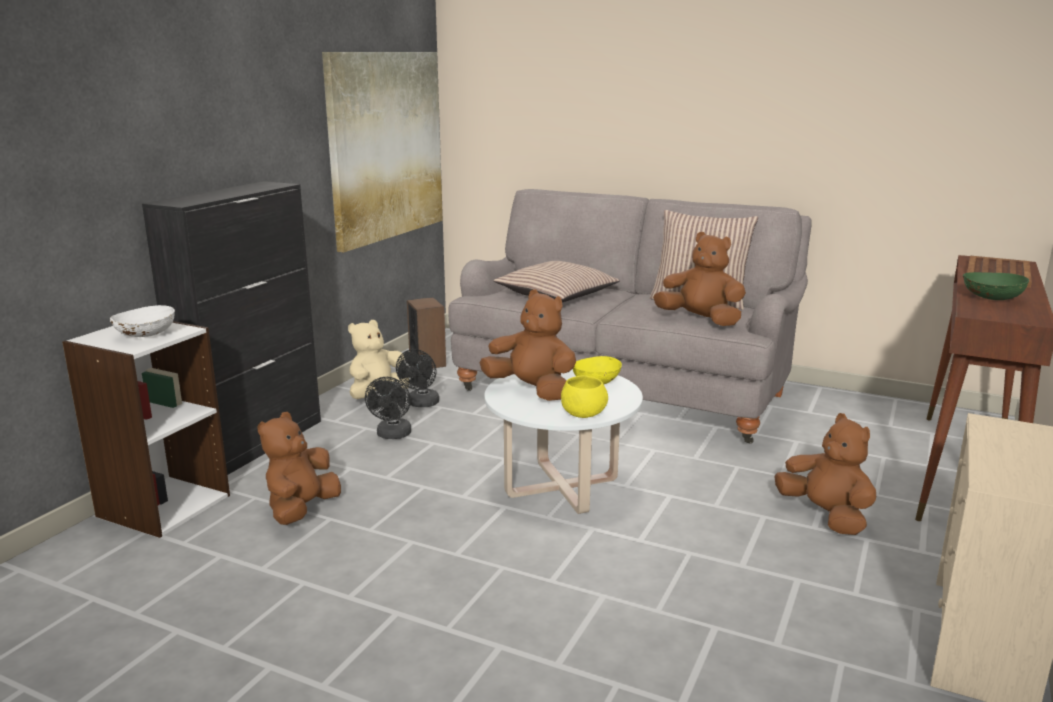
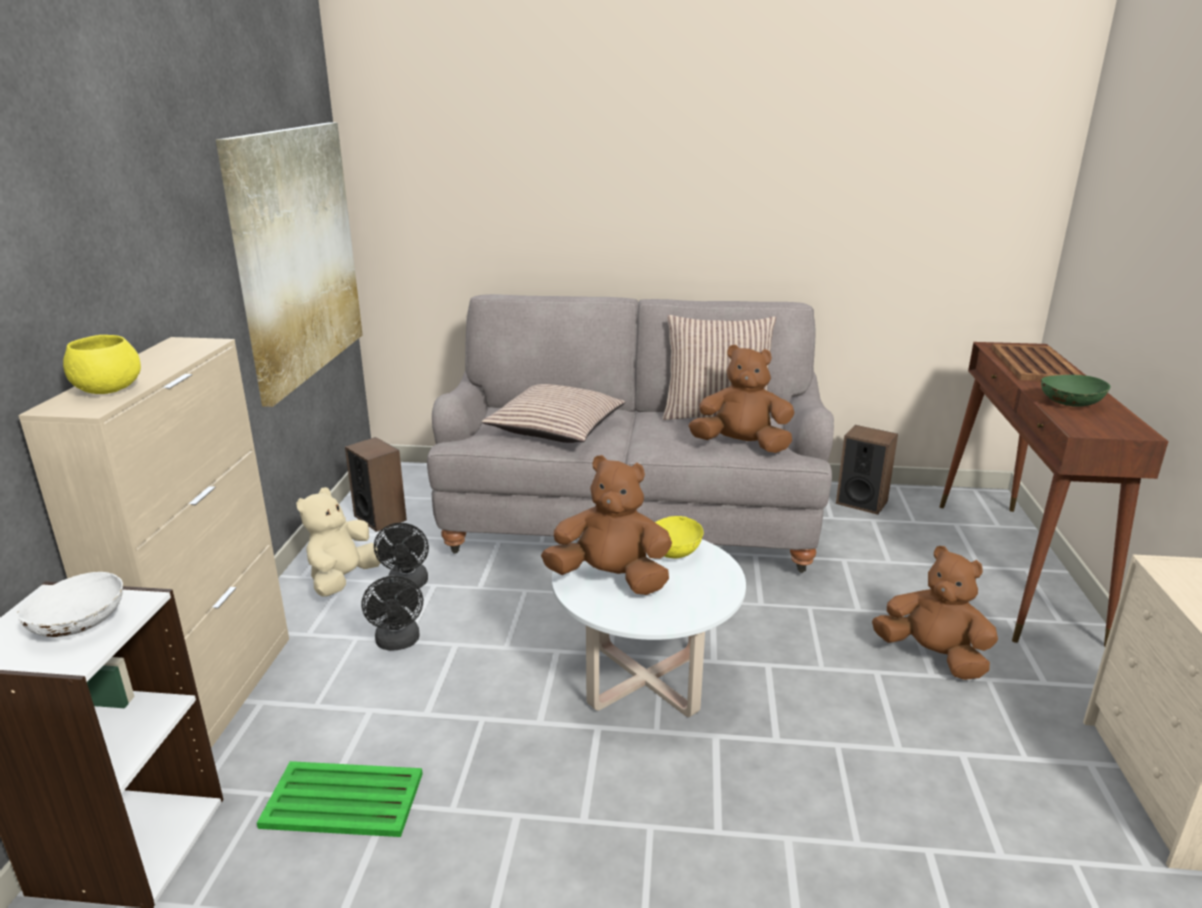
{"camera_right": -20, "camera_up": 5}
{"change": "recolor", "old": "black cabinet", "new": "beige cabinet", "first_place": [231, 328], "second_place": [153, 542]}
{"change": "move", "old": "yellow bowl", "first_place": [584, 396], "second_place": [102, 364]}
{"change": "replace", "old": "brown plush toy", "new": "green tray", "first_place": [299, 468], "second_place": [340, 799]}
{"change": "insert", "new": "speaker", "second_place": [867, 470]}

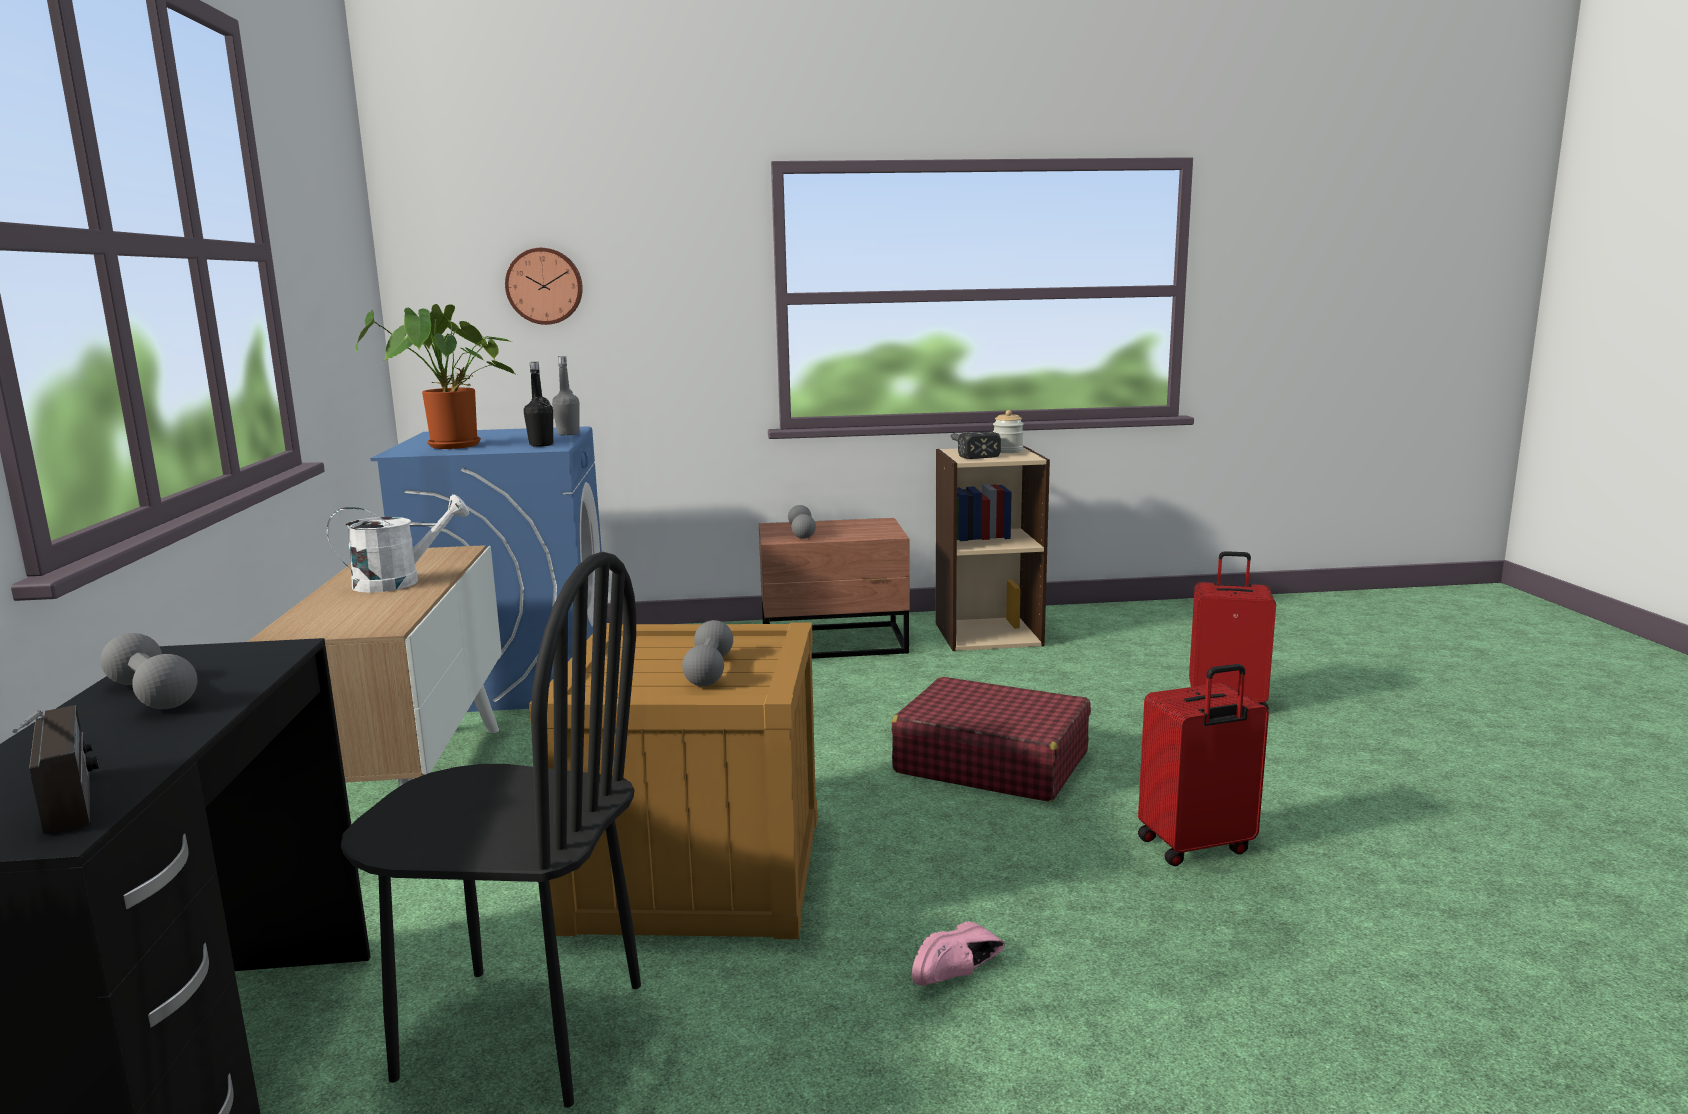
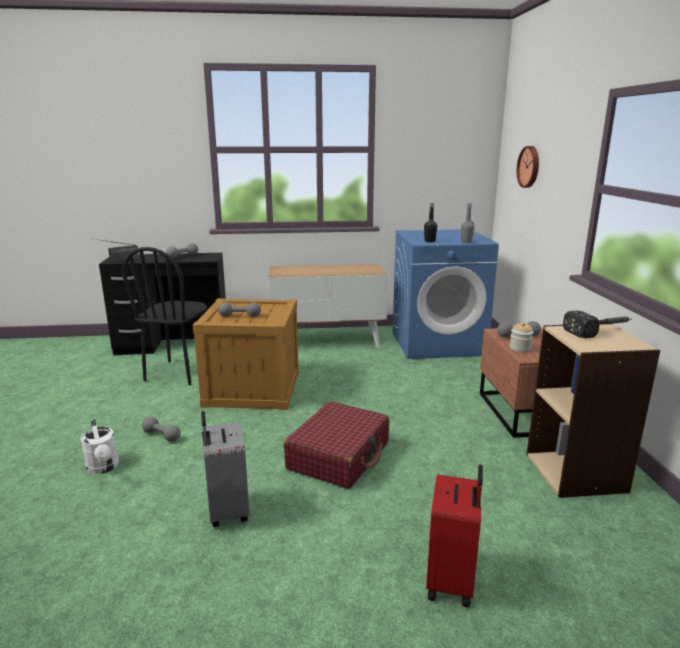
{"camera_right": 90, "camera_up": 5}
{"change": "delete", "old": "potted plant", "first_place": [436, 376]}
{"change": "move", "old": "jar", "first_place": [1008, 431], "second_place": [521, 337]}
{"change": "move", "old": "white watering can", "first_place": [398, 544], "second_place": [99, 446]}
{"change": "recolor", "old": "red suitcase", "new": "grey suitcase", "first_place": [1203, 765], "second_place": [225, 469]}
{"change": "replace", "old": "pink shoe", "new": "grey dumbbell", "first_place": [958, 953], "second_place": [161, 429]}

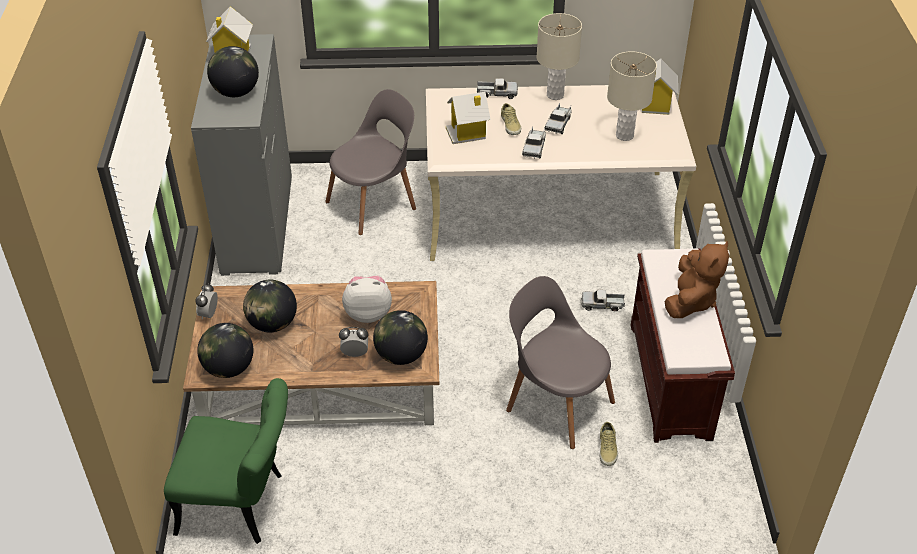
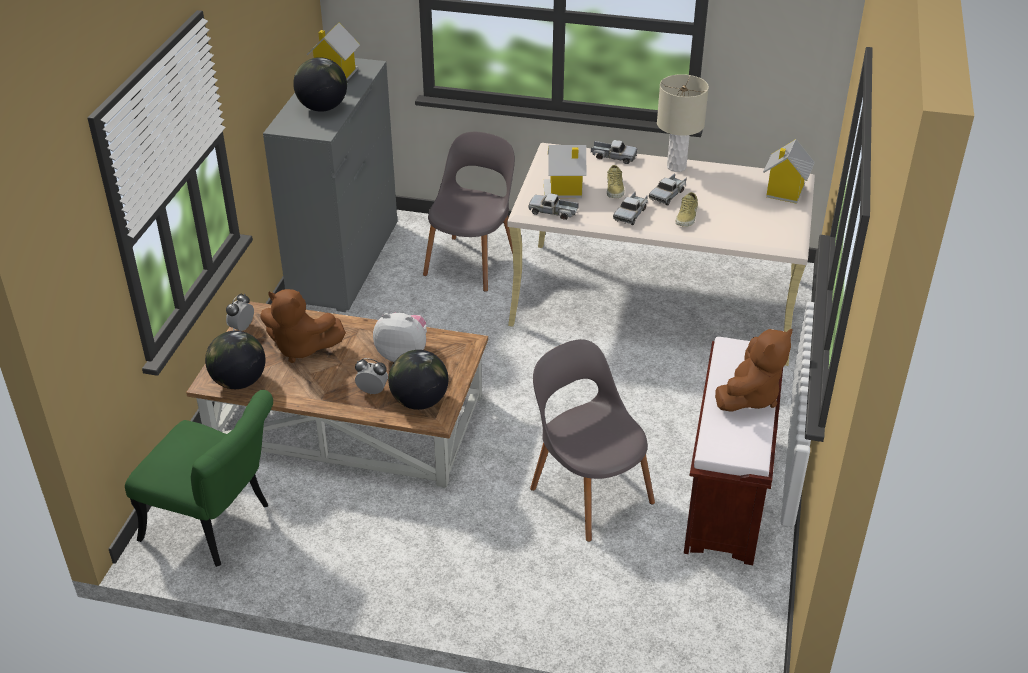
{"camera_right": 15, "camera_up": -5}
{"change": "delete", "old": "beige table lamp", "first_place": [632, 96]}
{"change": "rotate", "old": "grey chair", "first_place": [370, 162], "second_place": [469, 212], "degrees": -45}
{"change": "replace", "old": "globe", "new": "brown plush toy", "first_place": [270, 306], "second_place": [303, 326]}
{"change": "move", "old": "toy truck", "first_place": [603, 300], "second_place": [553, 206]}
{"change": "move", "old": "beige shoe", "first_place": [609, 444], "second_place": [687, 209]}

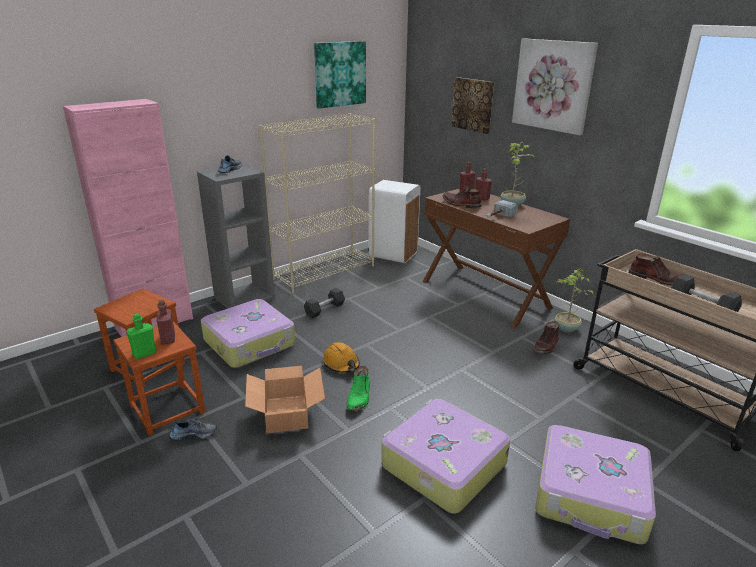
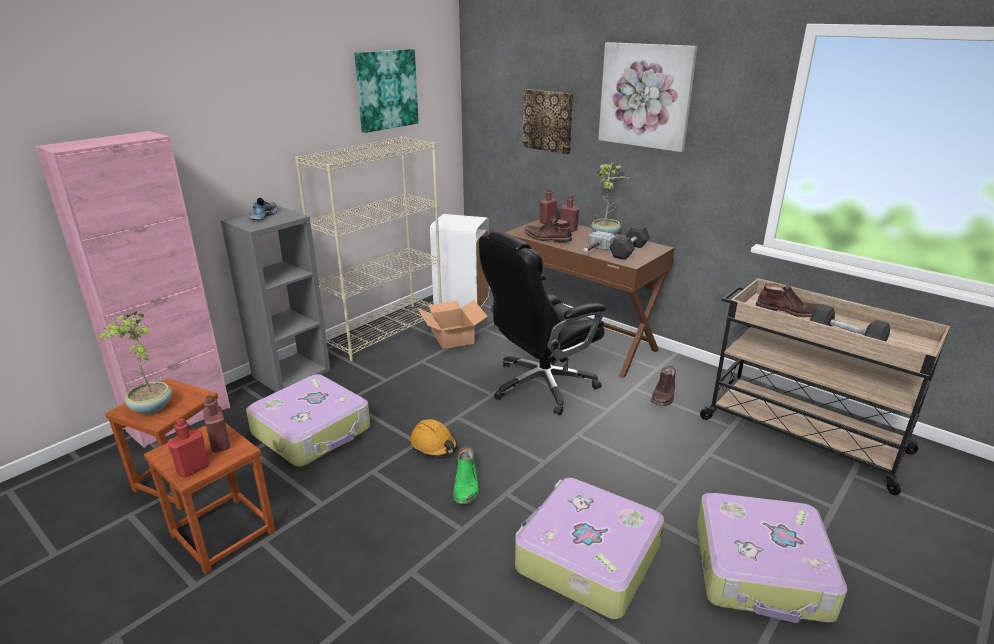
{"camera_right": -10, "camera_up": 0}
{"change": "move", "old": "potted plant", "first_place": [573, 300], "second_place": [135, 363]}
{"change": "move", "old": "grey dumbbell", "first_place": [324, 303], "second_place": [629, 242]}
{"change": "recolor", "old": "green bottle", "new": "red bottle", "first_place": [141, 336], "second_place": [188, 448]}
{"change": "move", "old": "cardboard box", "first_place": [285, 399], "second_place": [452, 324]}
{"change": "delete", "old": "shoe", "first_place": [193, 429]}
{"change": "insert", "new": "black office chair", "second_place": [542, 323]}

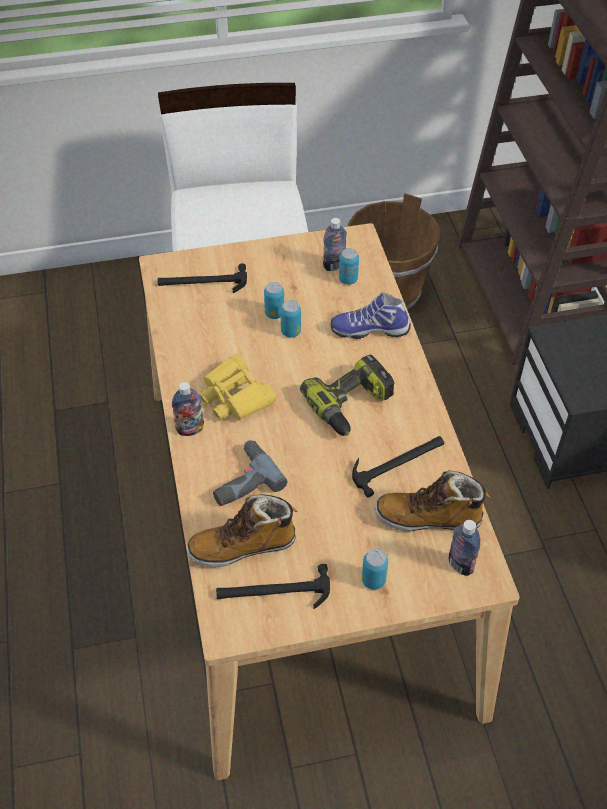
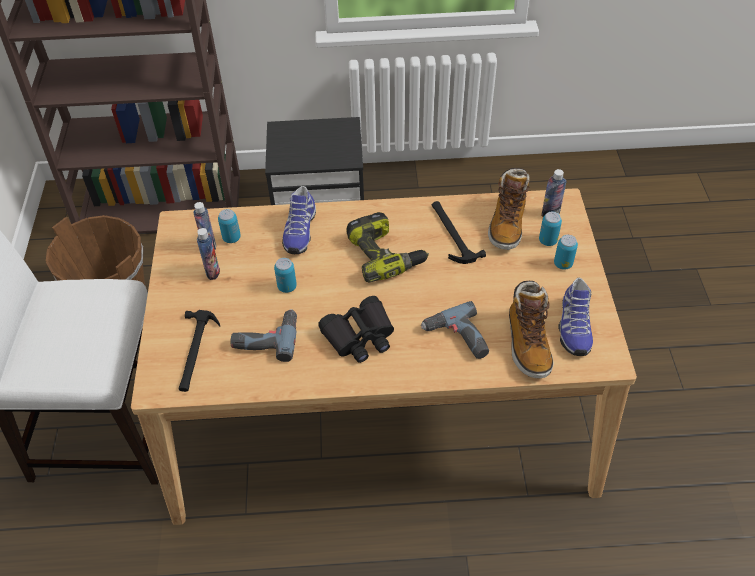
{"camera_right": -80, "camera_up": 0}
{"change": "move", "old": "can", "first_place": [274, 300], "second_place": [550, 229]}
{"change": "recolor", "old": "yellow binoculars", "new": "black binoculars", "first_place": [237, 387], "second_place": [356, 329]}
{"change": "move", "old": "bottle", "first_place": [188, 409], "second_place": [208, 254]}
{"change": "replace", "old": "hammer", "new": "shoe", "first_place": [273, 586], "second_place": [575, 317]}
{"change": "insert", "new": "power drill", "second_place": [264, 335]}

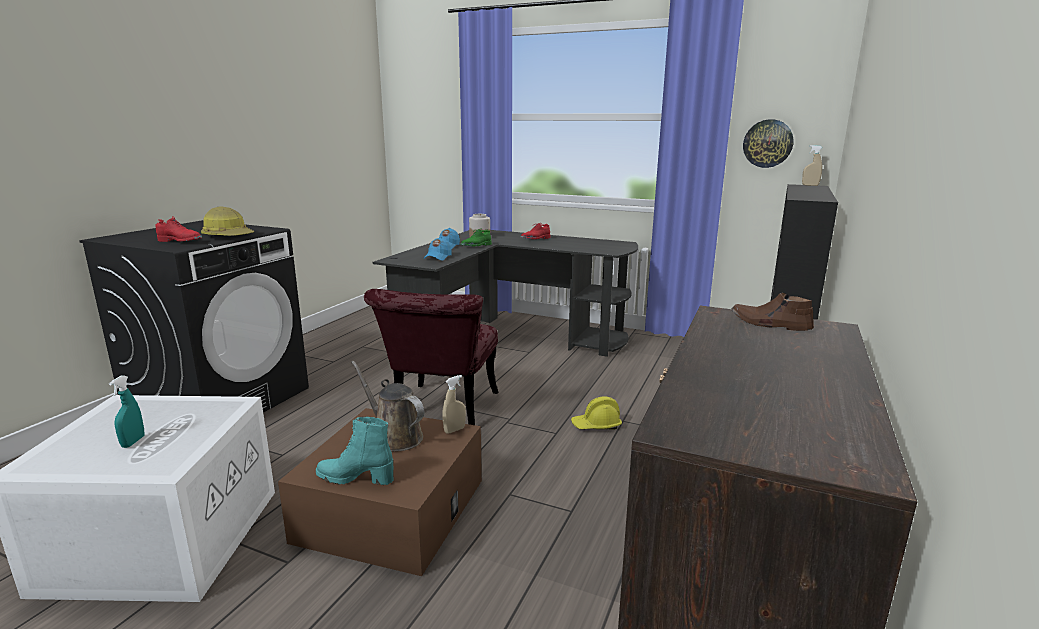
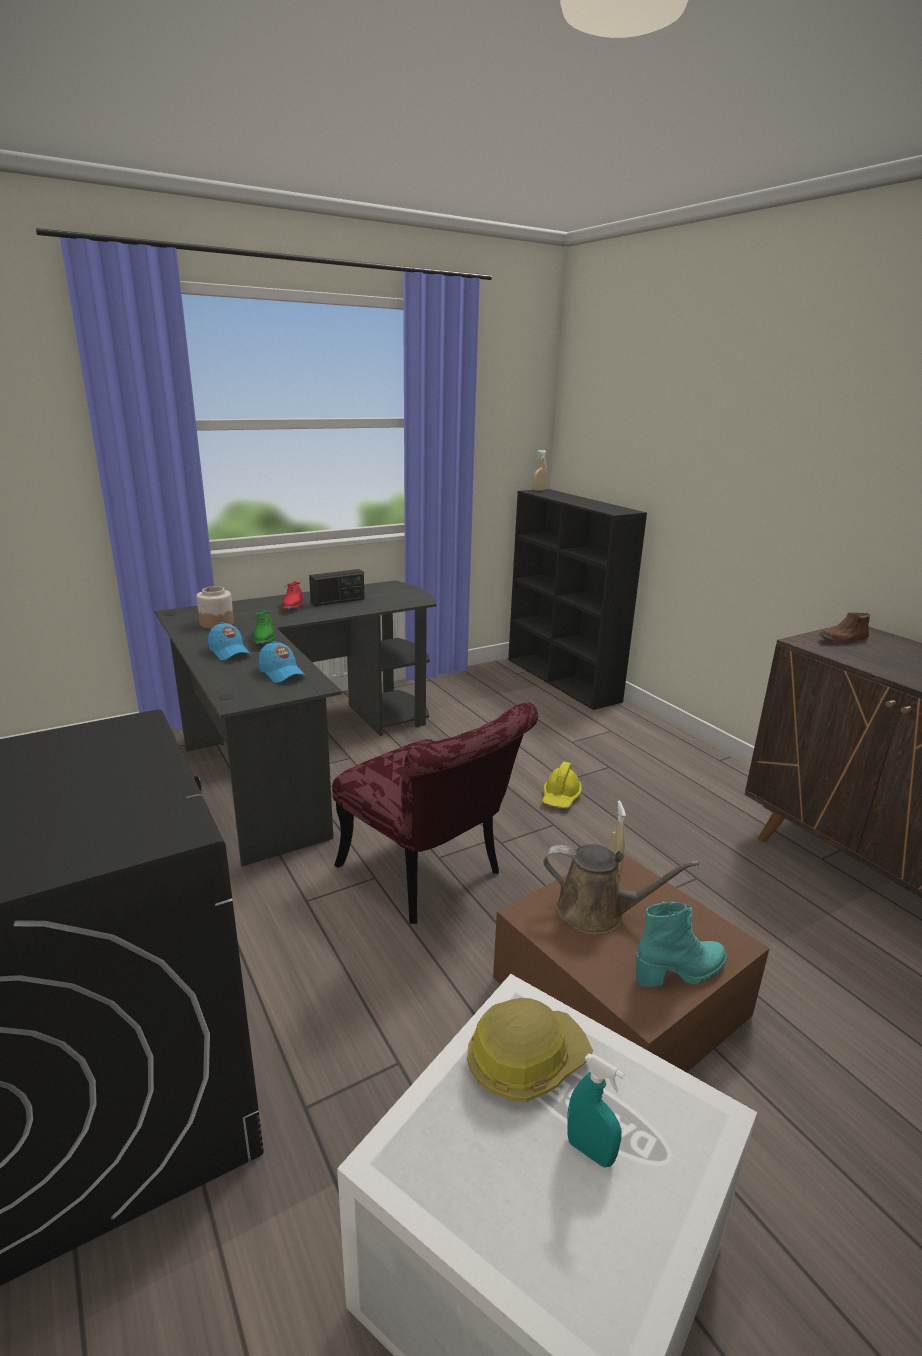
{"camera_right": -55, "camera_up": 5}
{"change": "delete", "old": "wall clock", "first_place": [768, 143]}
{"change": "move", "old": "hard hat", "first_place": [227, 221], "second_place": [530, 1050]}
{"change": "delete", "old": "red shoe", "first_place": [178, 229]}
{"change": "rotate", "old": "brown watering can", "first_place": [387, 406], "second_place": [621, 889], "degrees": -150}
{"change": "rotate", "old": "turquoise boot", "first_place": [354, 451], "second_place": [681, 944], "degrees": -150}
{"change": "insert", "new": "radio", "second_place": [337, 587]}

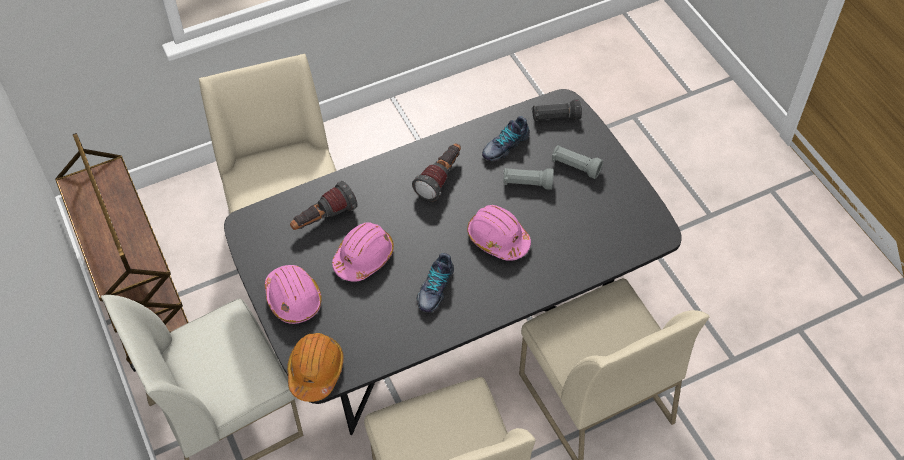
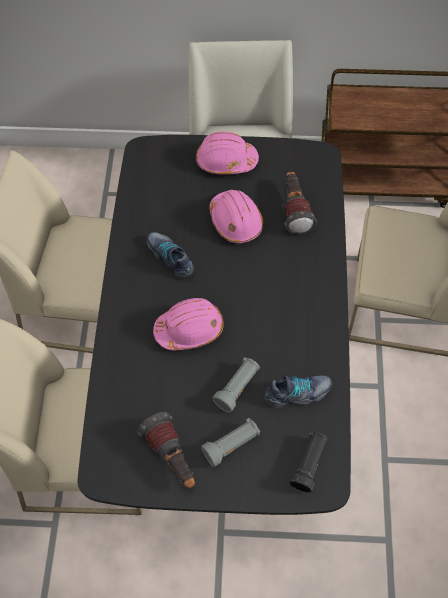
{"camera_right": 120, "camera_up": 5}
{"change": "rotate", "old": "shoe", "first_place": [506, 138], "second_place": [298, 391], "degrees": 90}
{"change": "move", "old": "flashlight", "first_place": [436, 172], "second_place": [166, 450]}
{"change": "delete", "old": "orange hard hat", "first_place": [315, 367]}

